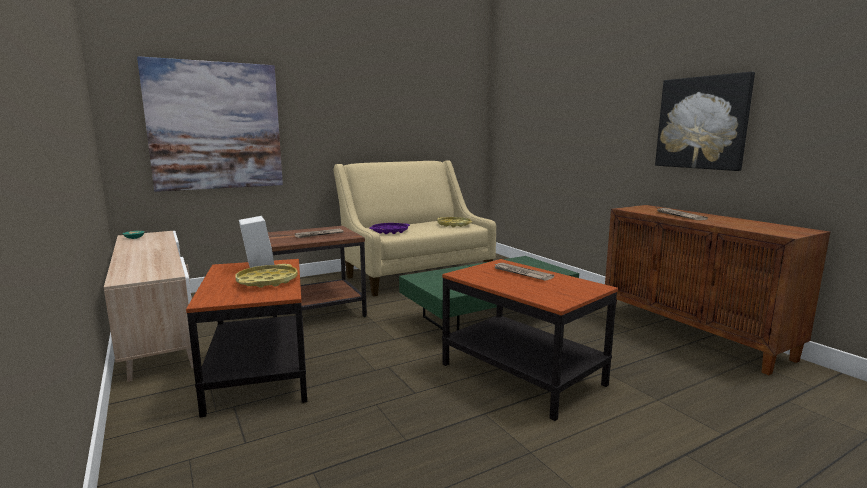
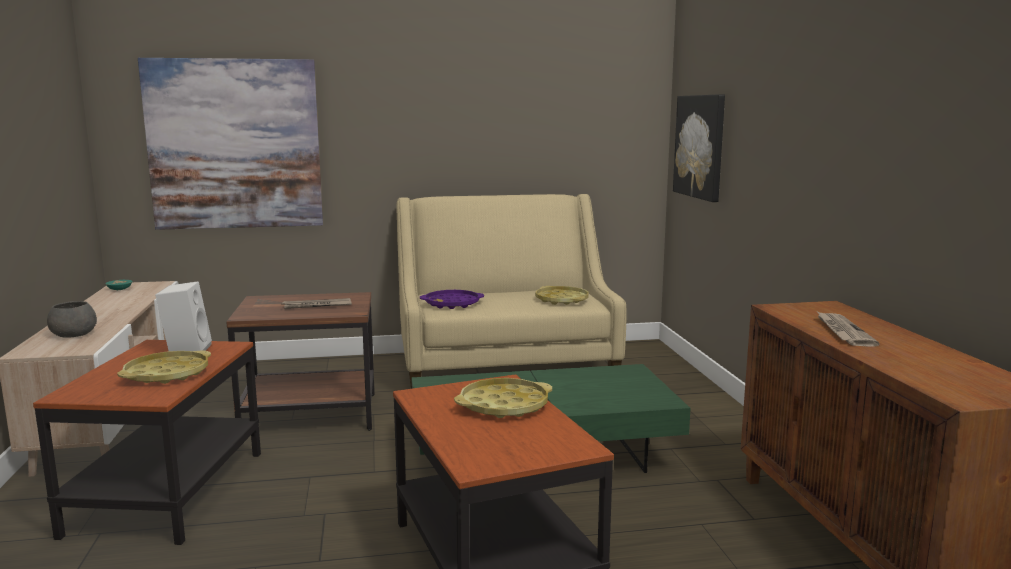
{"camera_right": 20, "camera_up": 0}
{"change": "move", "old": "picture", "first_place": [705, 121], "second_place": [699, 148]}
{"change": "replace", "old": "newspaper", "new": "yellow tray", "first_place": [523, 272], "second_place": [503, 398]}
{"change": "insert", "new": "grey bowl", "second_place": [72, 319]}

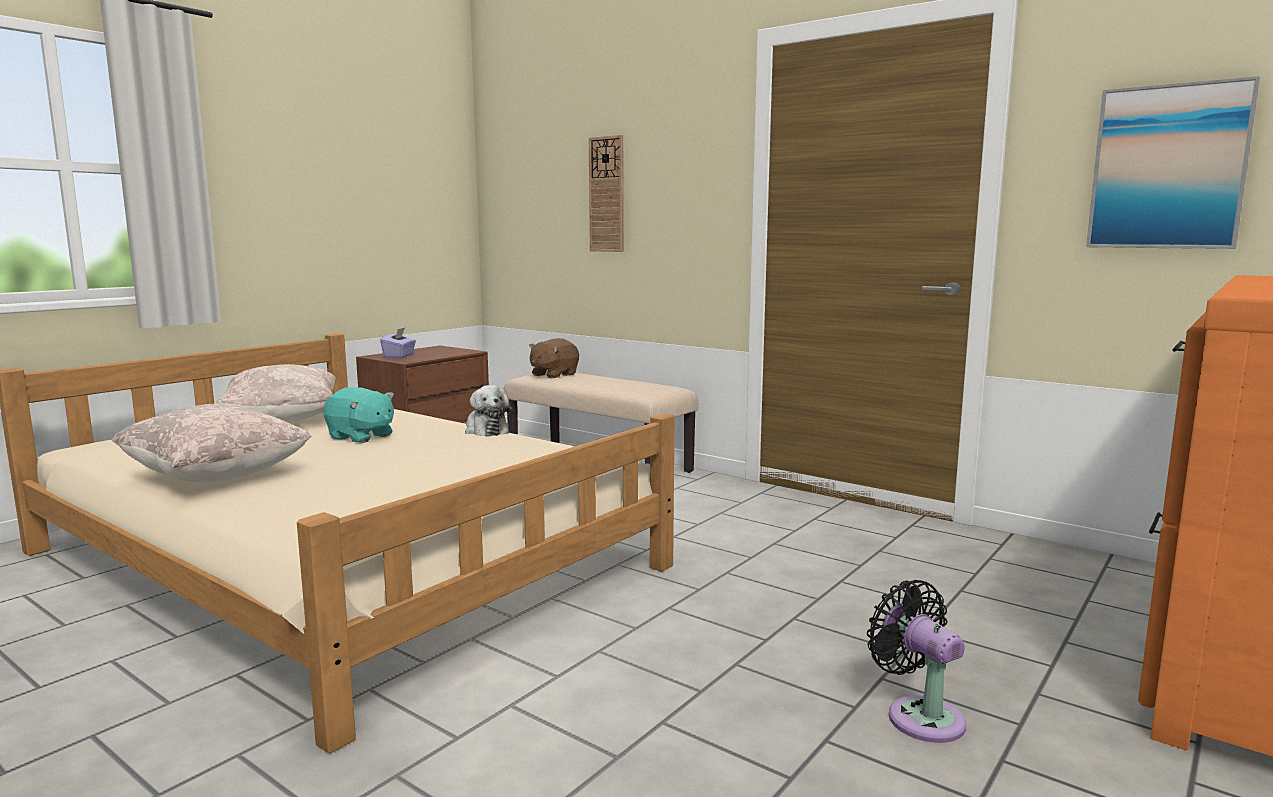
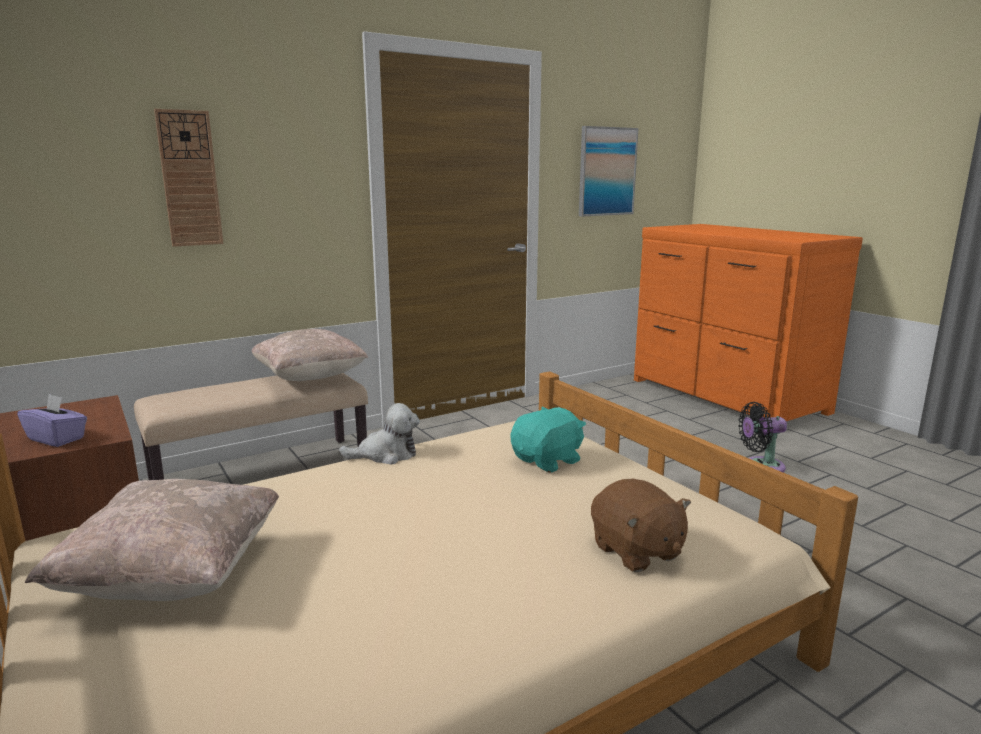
{"camera_right": -70, "camera_up": 5}
{"change": "move", "old": "brown plush toy", "first_place": [554, 358], "second_place": [641, 525]}
{"change": "move", "old": "turquoise plush toy", "first_place": [358, 415], "second_place": [548, 439]}
{"change": "move", "old": "beige pillow", "first_place": [212, 442], "second_place": [310, 355]}

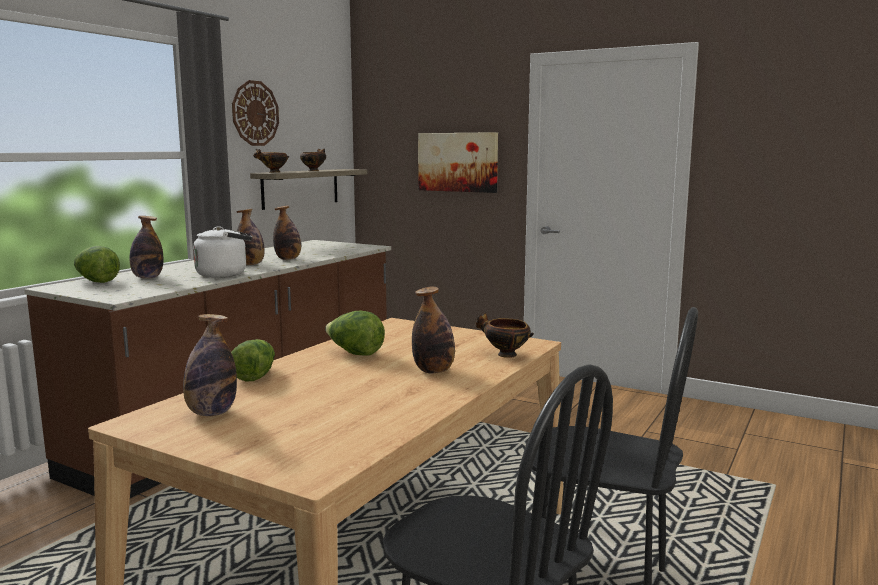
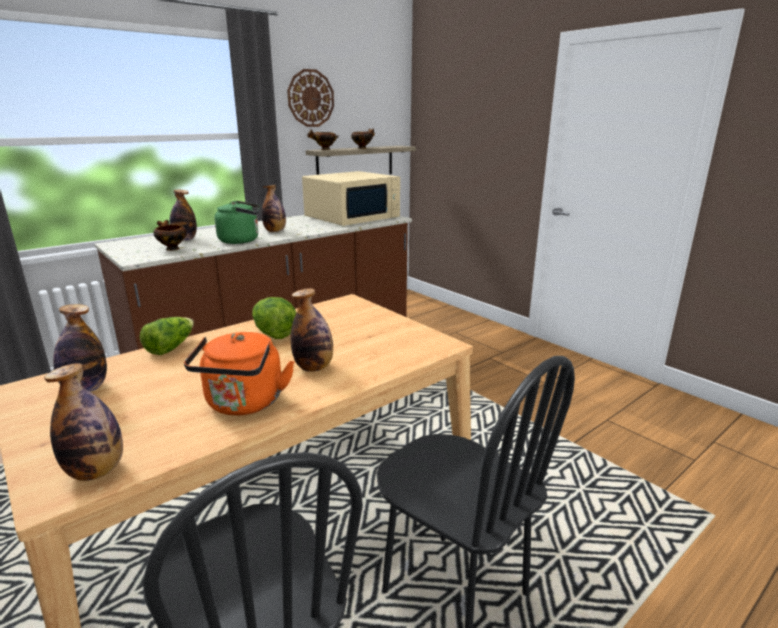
{"camera_right": 20, "camera_up": 10}
{"change": "delete", "old": "picture", "first_place": [458, 162]}
{"change": "move", "old": "bottle", "first_place": [287, 233], "second_place": [83, 422]}
{"change": "recolor", "old": "white kettle", "new": "green kettle", "first_place": [222, 252], "second_place": [237, 222]}
{"change": "delete", "old": "lettuce", "first_place": [97, 264]}
{"change": "move", "old": "bowl", "first_place": [505, 335], "second_place": [170, 235]}
{"change": "insert", "new": "beige microwave", "second_place": [351, 198]}
{"change": "insert", "new": "orange kettle", "second_place": [239, 373]}

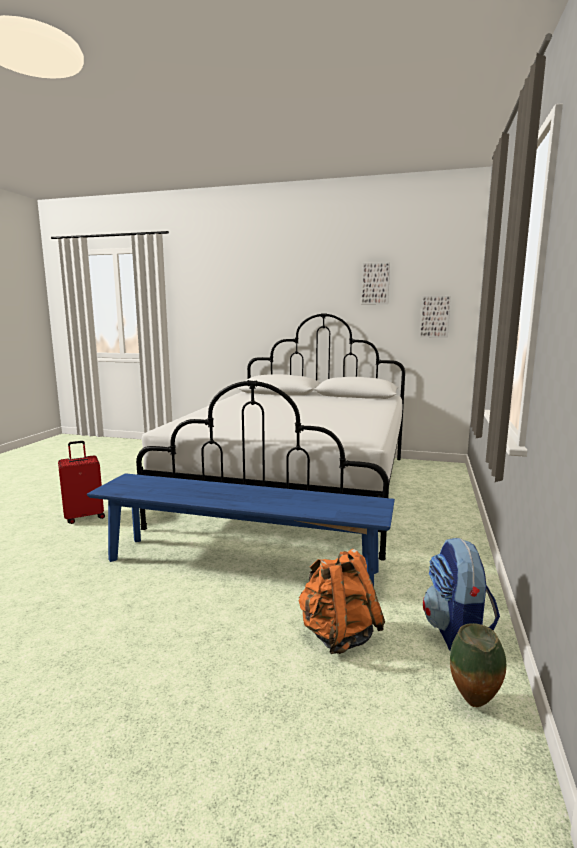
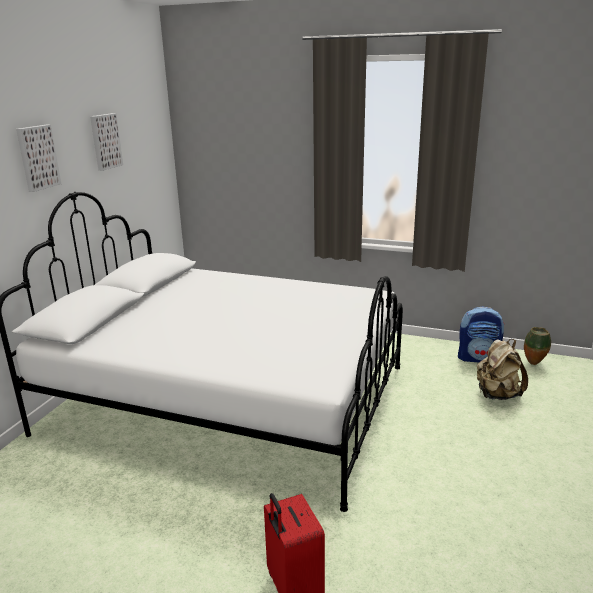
{"camera_right": -85, "camera_up": 10}
{"change": "move", "old": "picture", "first_place": [435, 317], "second_place": [38, 158]}
{"change": "delete", "old": "blue bench", "first_place": [241, 529]}
{"change": "recolor", "old": "orange backpack", "new": "beige backpack", "first_place": [342, 601], "second_place": [502, 369]}

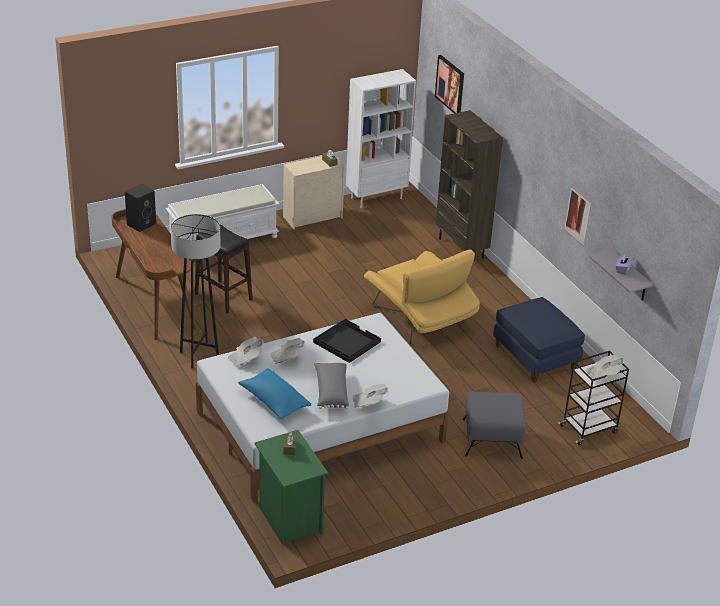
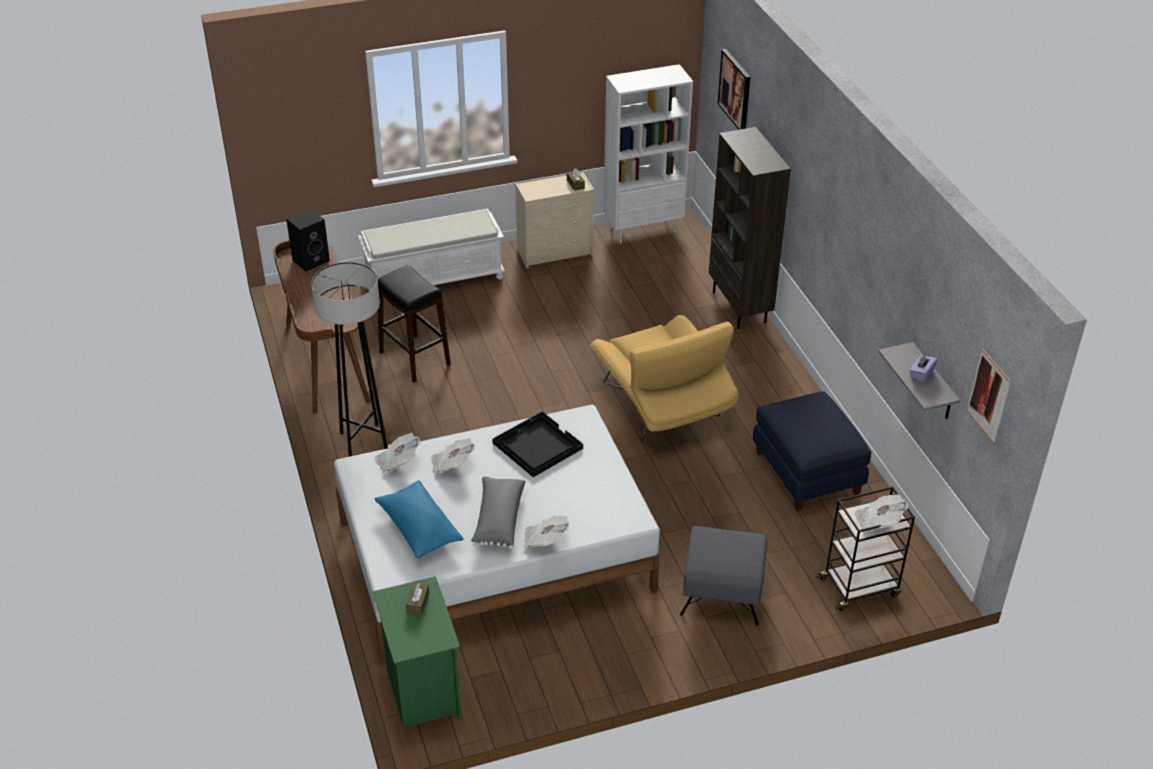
{"camera_right": 10, "camera_up": 5}
{"change": "move", "old": "picture", "first_place": [577, 215], "second_place": [989, 395]}

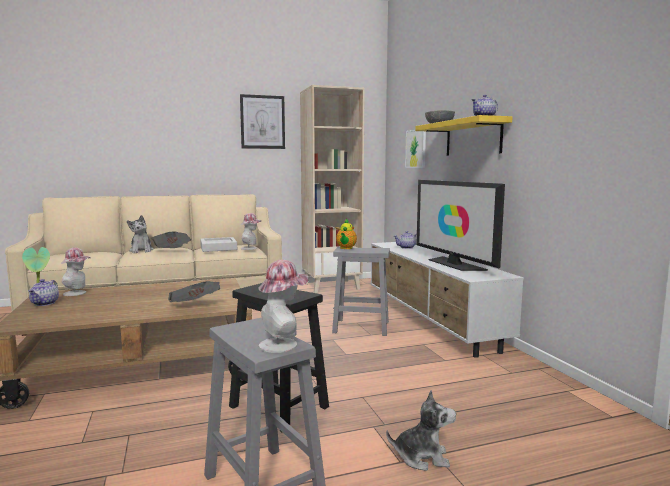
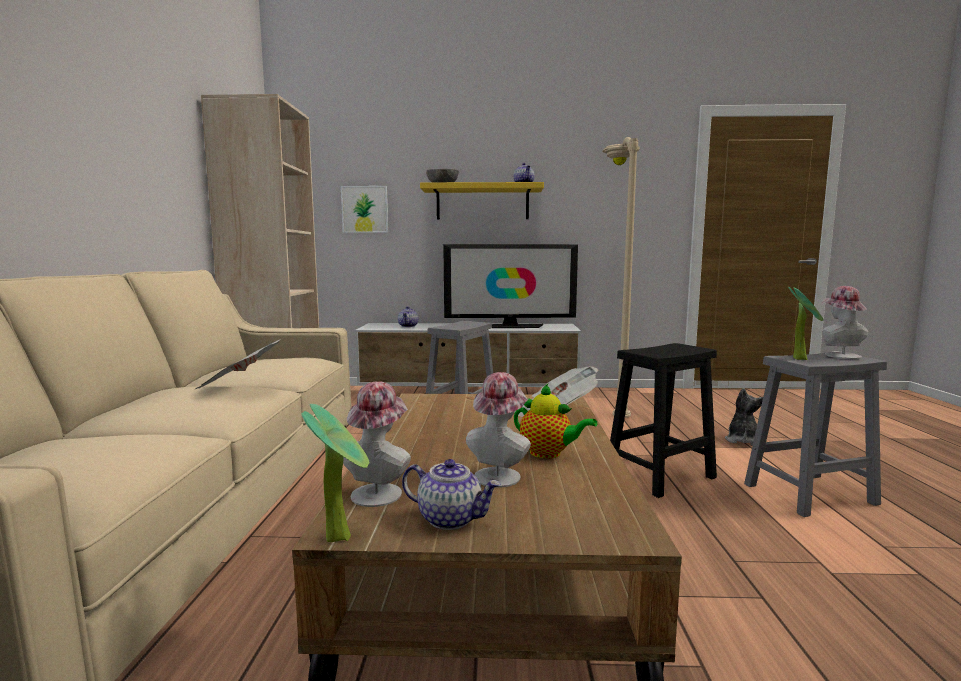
{"camera_right": -70, "camera_up": 0}
{"change": "delete", "old": "picture", "first_place": [262, 121]}
{"change": "move", "old": "hat", "first_place": [251, 231], "second_place": [498, 430]}
{"change": "delete", "old": "plush toy", "first_place": [140, 234]}
{"change": "move", "old": "teapot", "first_place": [346, 234], "second_place": [556, 421]}
{"change": "delete", "old": "grey tray", "first_place": [218, 244]}
{"change": "insert", "new": "beige floor lamp", "second_place": [620, 277]}
{"change": "insert", "new": "potted plant", "second_place": [805, 323]}

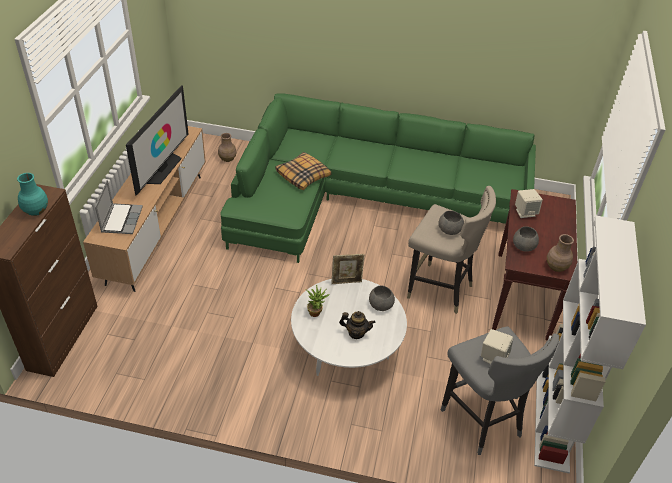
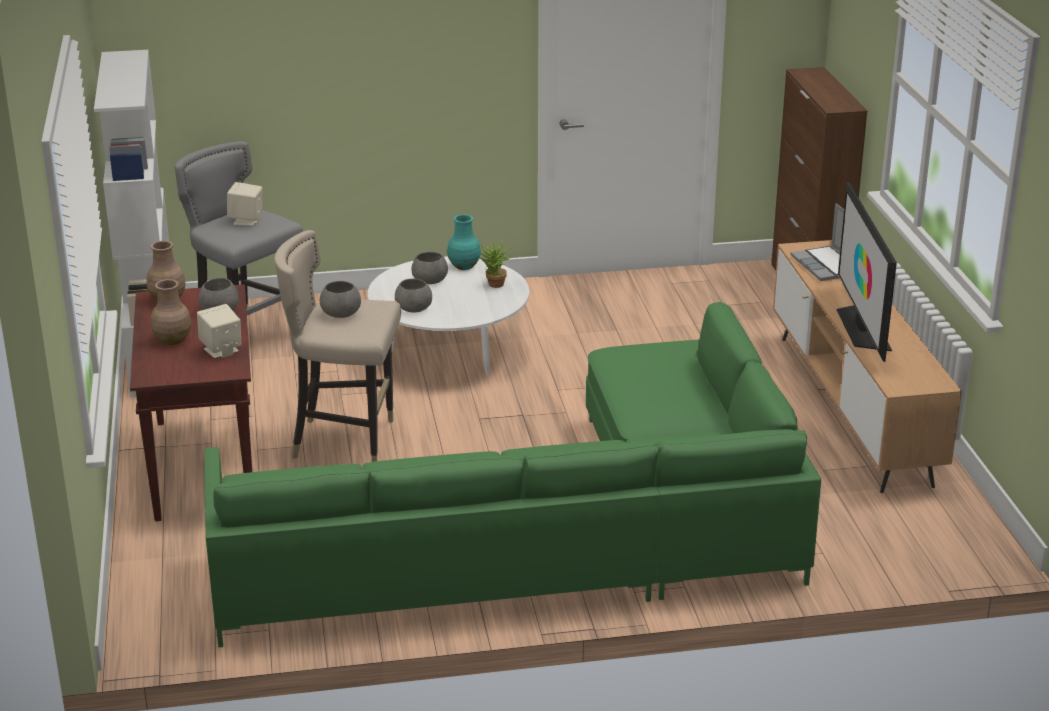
{"camera_right": 160, "camera_up": -15}
{"change": "move", "old": "brown vase", "first_place": [227, 147], "second_place": [171, 312]}
{"change": "delete", "old": "pillow", "first_place": [303, 171]}
{"change": "move", "old": "turquoise vase", "first_place": [32, 194], "second_place": [464, 242]}
{"change": "delete", "old": "picture frame", "first_place": [348, 269]}
{"change": "replace", "old": "teapot", "new": "grey bowl", "first_place": [357, 325], "second_place": [429, 268]}

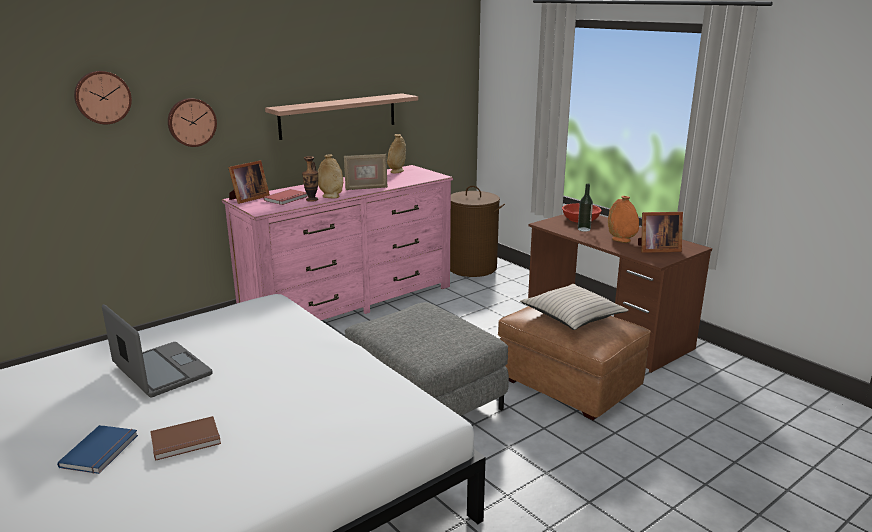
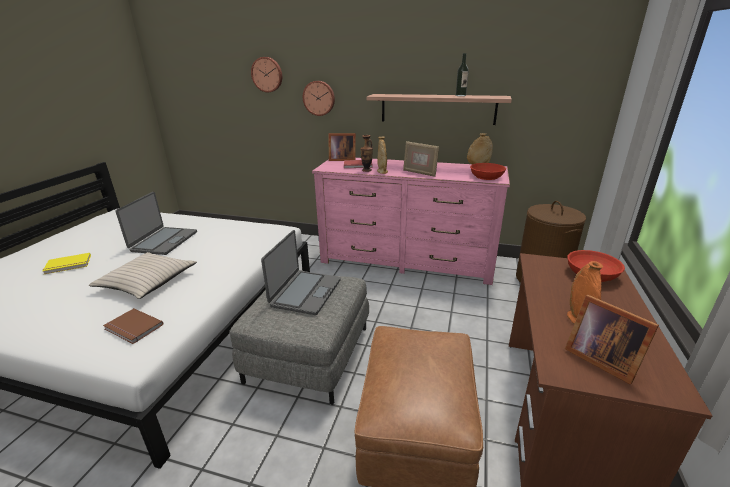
{"camera_right": 55, "camera_up": 5}
{"change": "move", "old": "bottle", "first_place": [585, 207], "second_place": [462, 74]}
{"change": "move", "old": "beige pillow", "first_place": [574, 307], "second_place": [143, 275]}
{"change": "move", "old": "brown book", "first_place": [185, 438], "second_place": [133, 326]}
{"change": "recolor", "old": "blue book", "new": "yellow book", "first_place": [97, 449], "second_place": [67, 263]}
{"change": "insert", "new": "red bowl", "second_place": [488, 171]}
{"change": "insert", "new": "laptop", "second_place": [301, 272]}

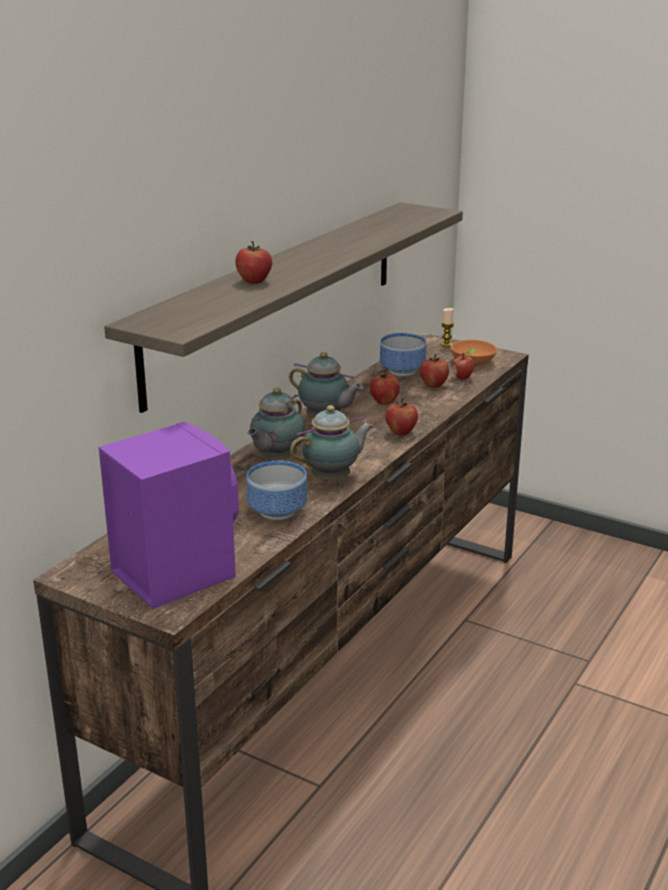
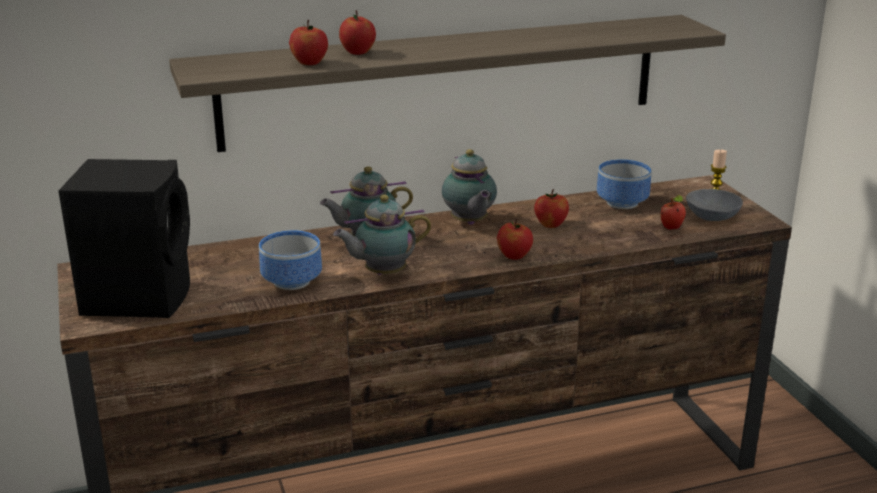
{"camera_right": 40, "camera_up": 0}
{"change": "recolor", "old": "orange bowl", "new": "grey bowl", "first_place": [473, 352], "second_place": [714, 205]}
{"change": "move", "old": "apple", "first_place": [434, 371], "second_place": [308, 42]}
{"change": "rotate", "old": "teapot", "first_place": [331, 443], "second_place": [382, 235], "degrees": 150}
{"change": "recolor", "old": "purple speaker", "new": "black speaker", "first_place": [169, 515], "second_place": [124, 238]}

